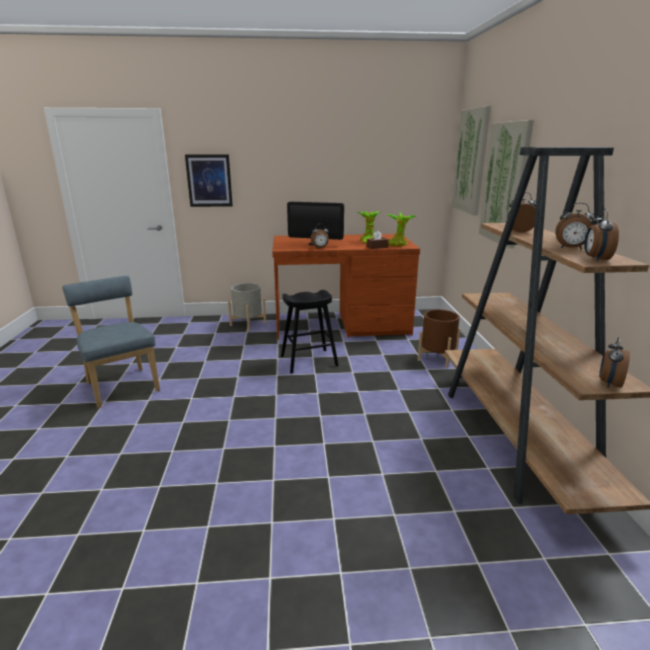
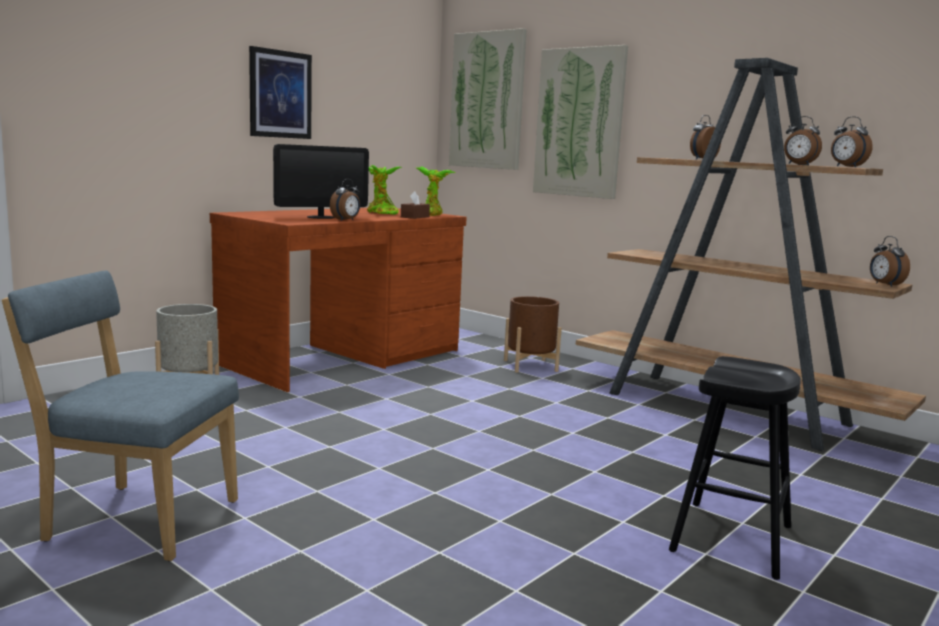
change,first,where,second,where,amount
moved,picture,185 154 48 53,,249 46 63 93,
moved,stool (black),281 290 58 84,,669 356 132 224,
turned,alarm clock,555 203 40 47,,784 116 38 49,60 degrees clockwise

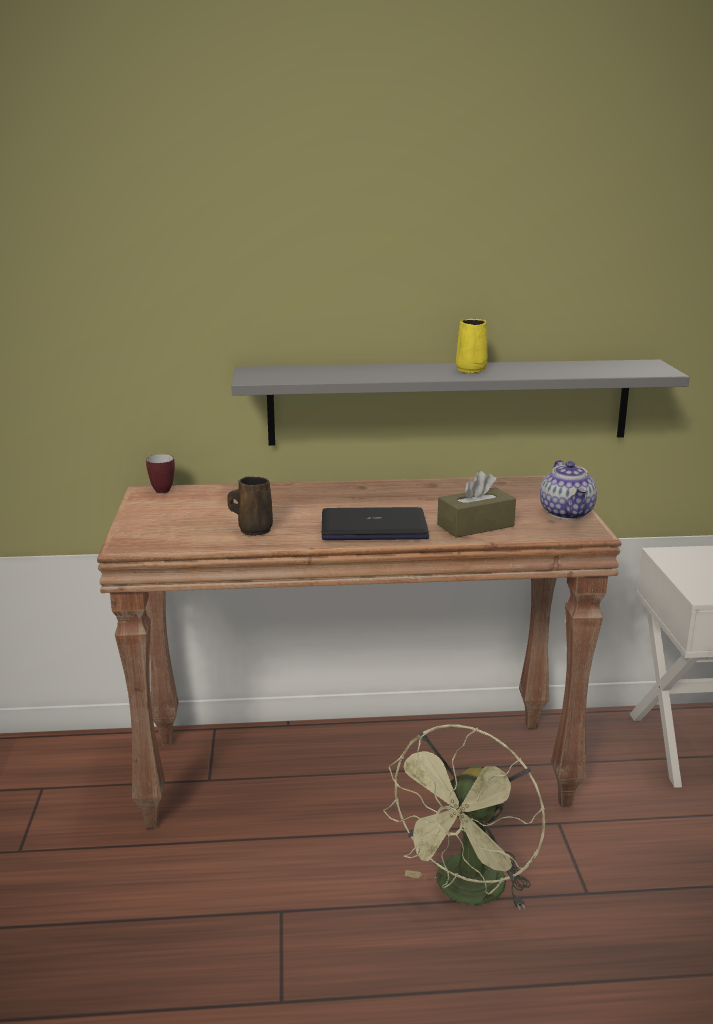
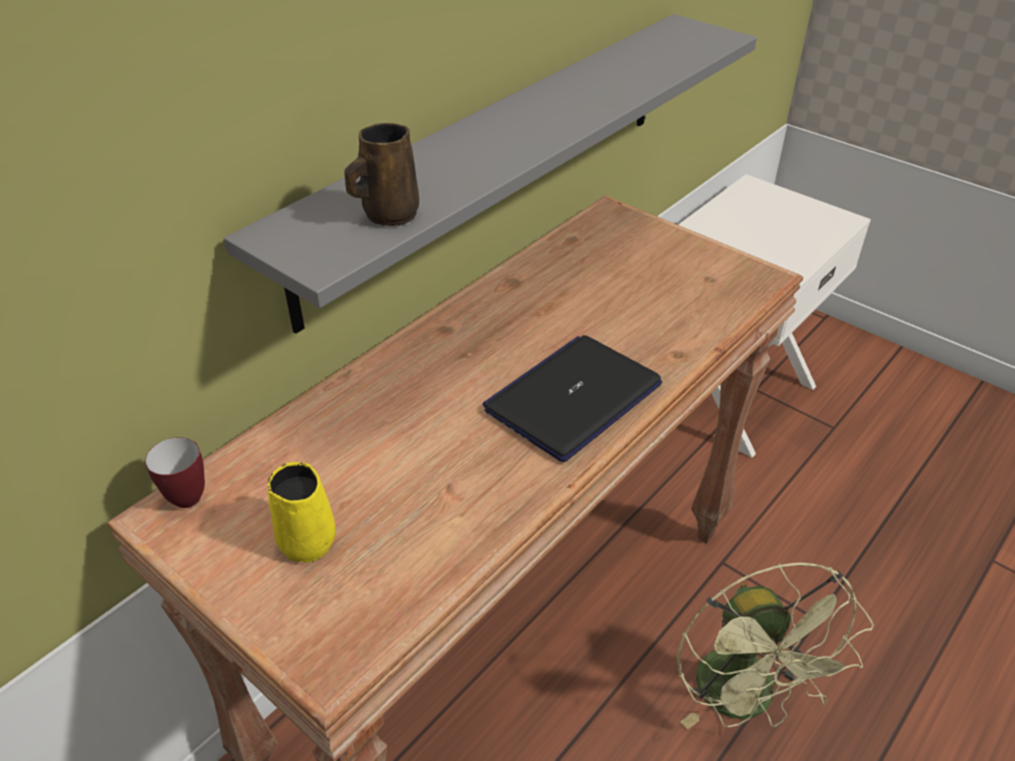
change,first,where,second,where,amount
moved,mug (yellow),456 319 32 54,,267 462 69 101,
moved,mug (brown),227 477 46 59,,344 123 75 103,
removed,tissue box (brown),437 471 79 67,,,
removed,teapot,540 460 57 60,,,

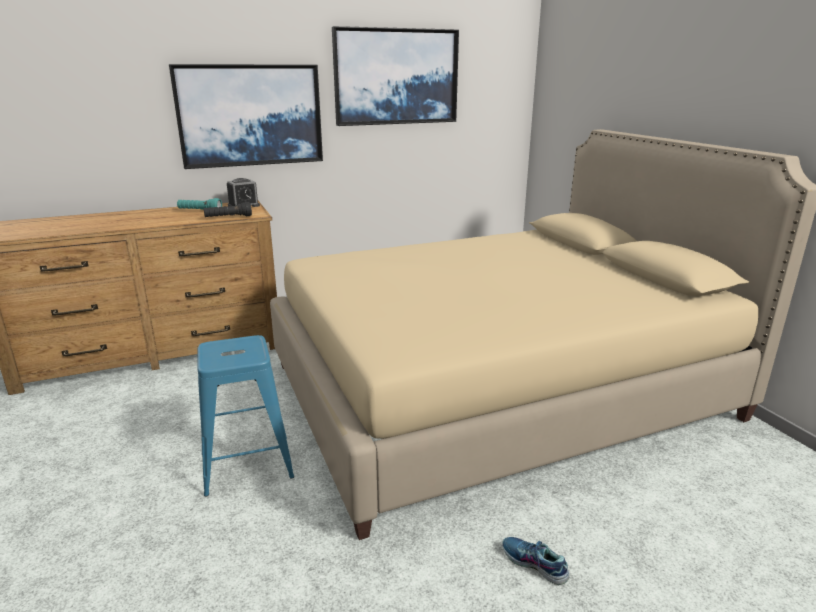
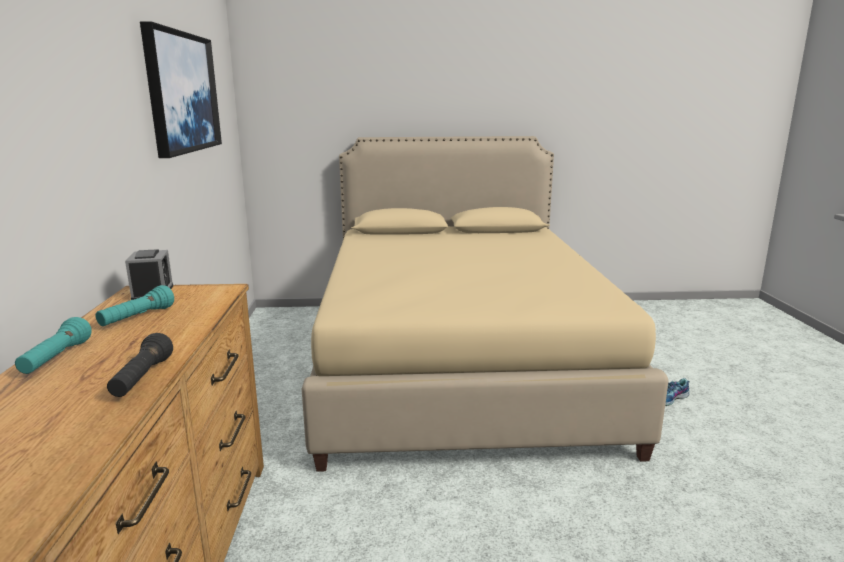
change,first,where,second,where,amount
added,,,flashlight (turquoise),15 317 77 57,
moved,flashlight (black),204 202 48 15,,107 333 66 64,
removed,picture,169 64 154 105,,,
removed,stool (blue),197 335 97 162,,,

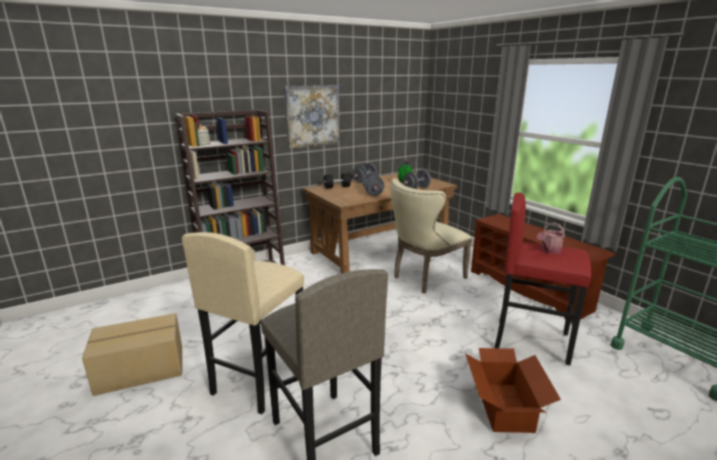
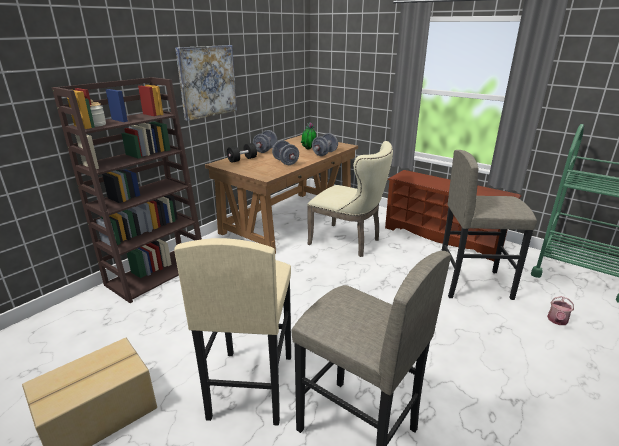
change,first,where,second,where,amount
turned,chair (beige),390 178 82 115,,307 141 86 116,90 degrees counterclockwise
recoloured,stool (red),494 192 97 173,stool (grey),441 150 96 150,
moved,watering can,537 222 28 32,,547 296 27 29,
removed,cardboard box,465 348 96 85,,,

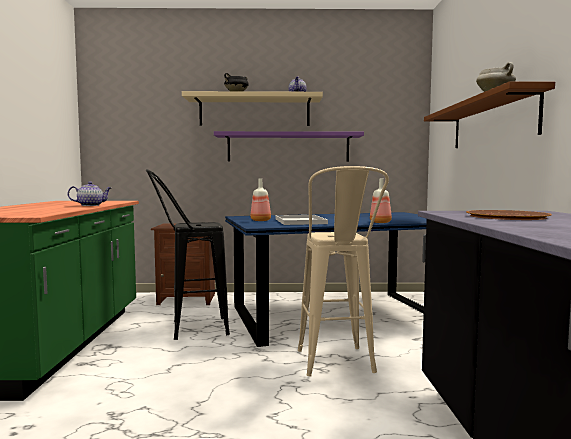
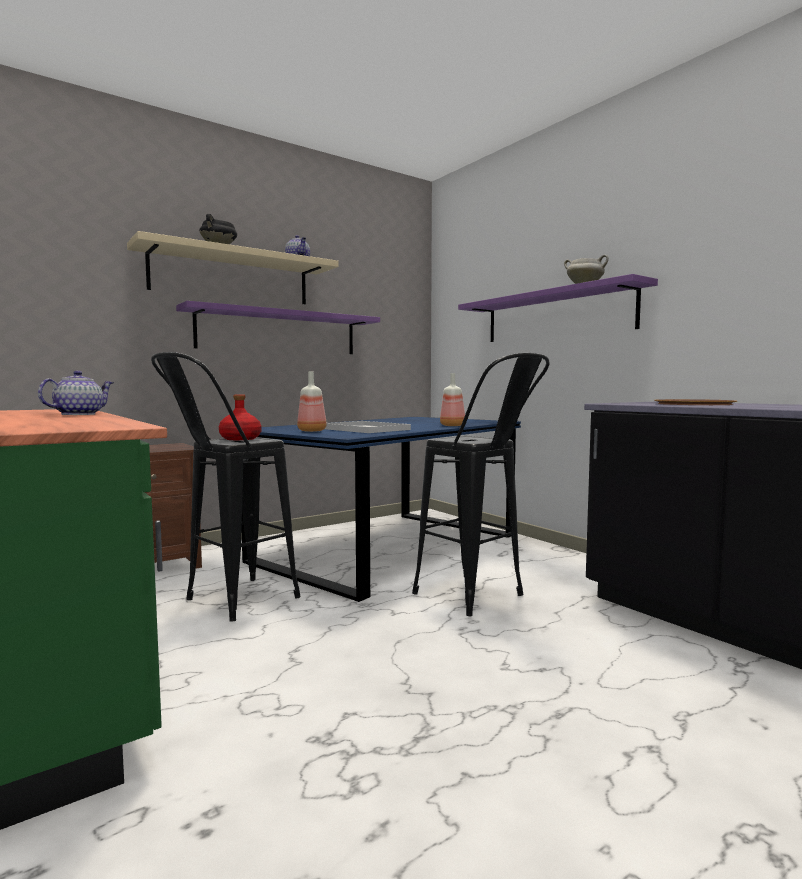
change,first,where,second,where,amount
added,,,bottle (red),219 395 42 45,
recoloured,stool (beige),298 166 91 210,stool (black),412 353 138 263,
recoloured,shelf (brown),424 81 131 67,shelf (purple),458 274 200 68,

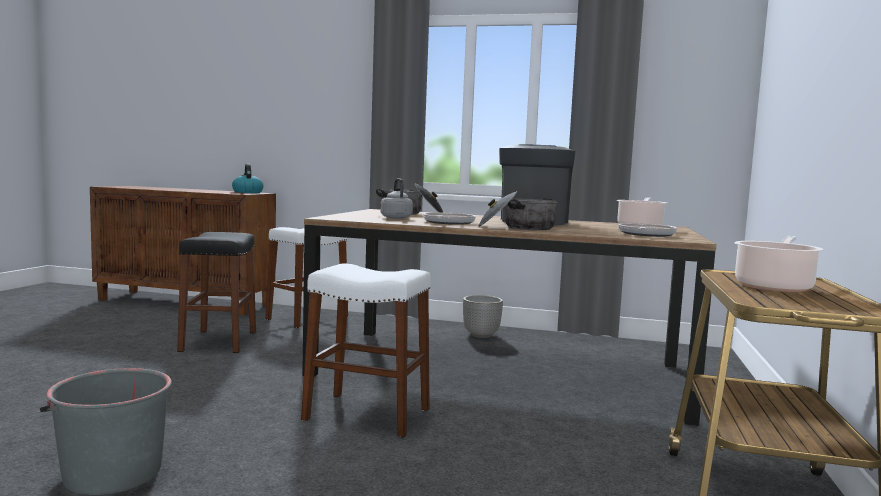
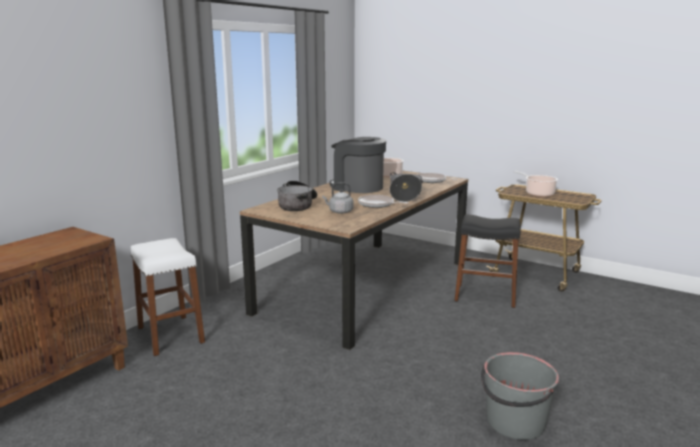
change,first,where,second,where,amount
moved,stool (black),177 232 79 121,,454 215 67 93,
removed,kettle,232 164 31 29,,,
removed,stool (white),301 264 130 173,,,
removed,planter,463 295 40 43,,,

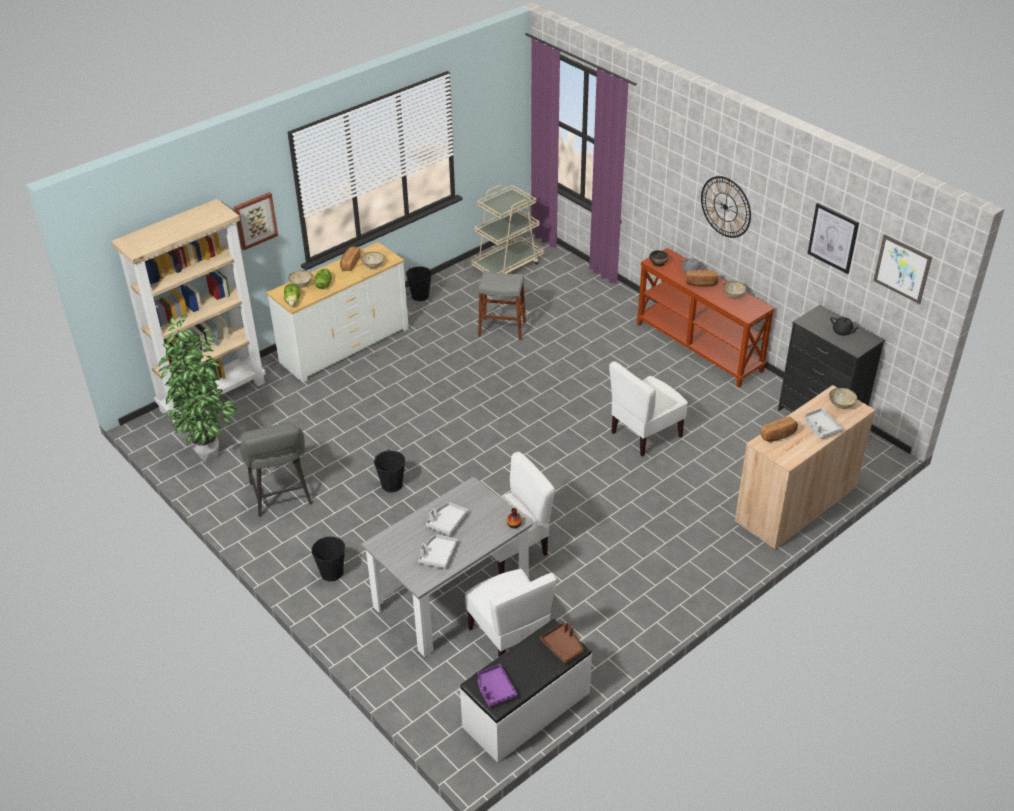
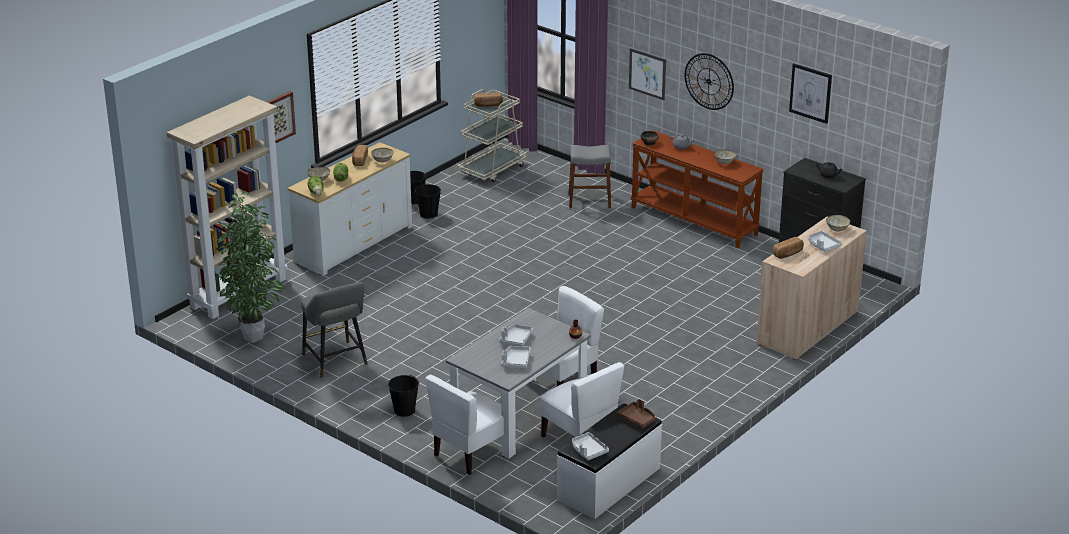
change,first,where,second,where,amount
moved,bucket (black),374 449 31 43,,415 183 26 36,
moved,chair (white),609 361 79 95,,425 375 79 100,
moved,bread,686 271 32 15,,474 93 29 14,
moved,stool (grey),478 271 48 69,,569 145 42 63,
recoloured,tray (purple),478 664 39 43,tray (grey),572 432 37 28,
moved,picture,873 234 59 70,,629 48 37 52,

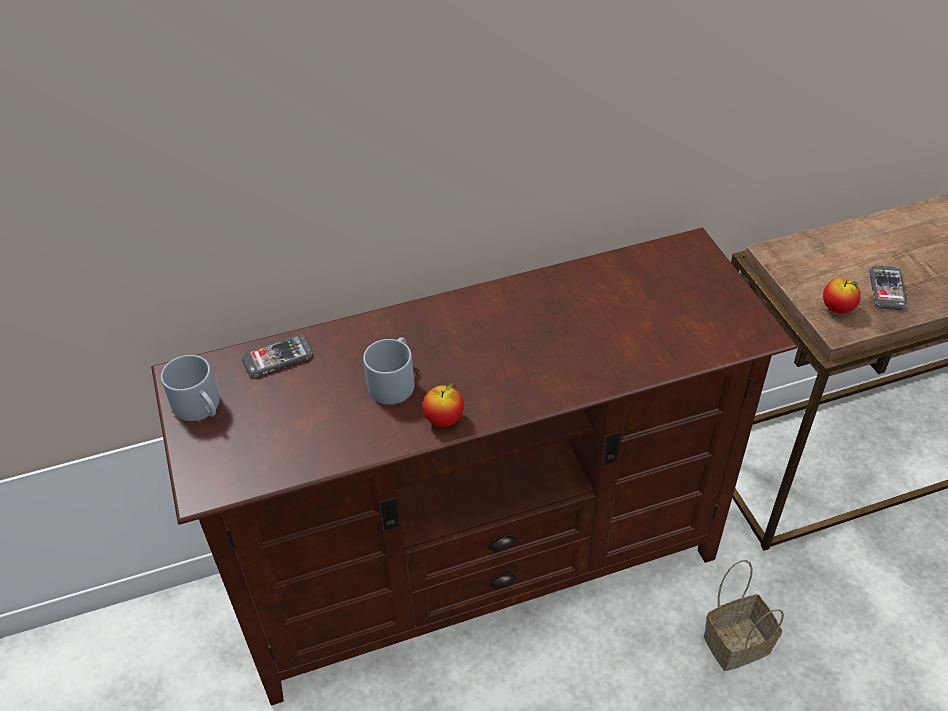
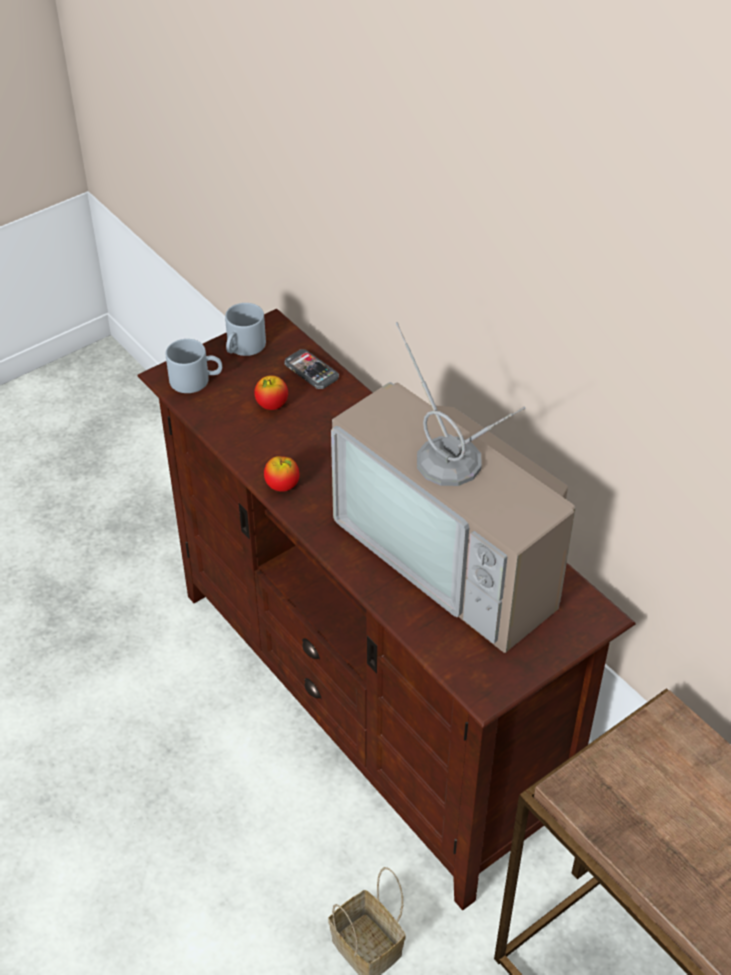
change,first,where,second,where,amount
moved,mug (grey),363 337 51 68,,166 339 56 54,
moved,apple,823 278 38 35,,254 375 34 35,
added,,,television,331 322 244 331,
removed,phone,869 265 39 45,,,

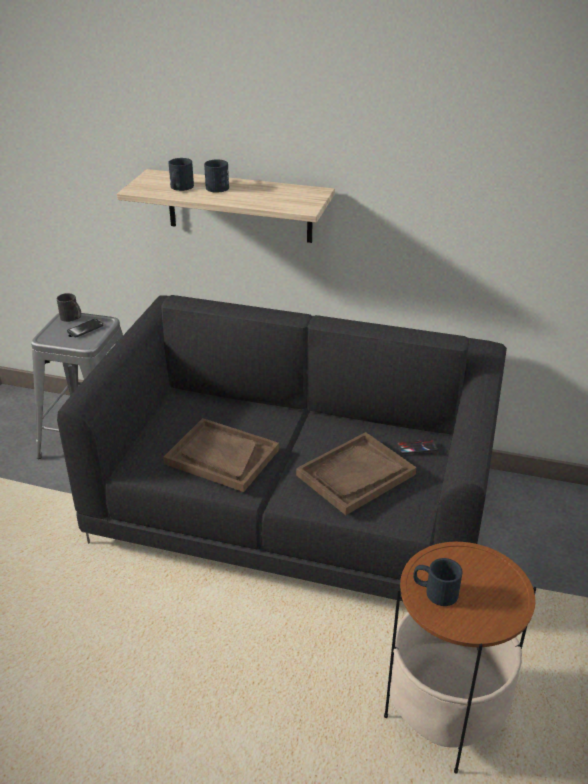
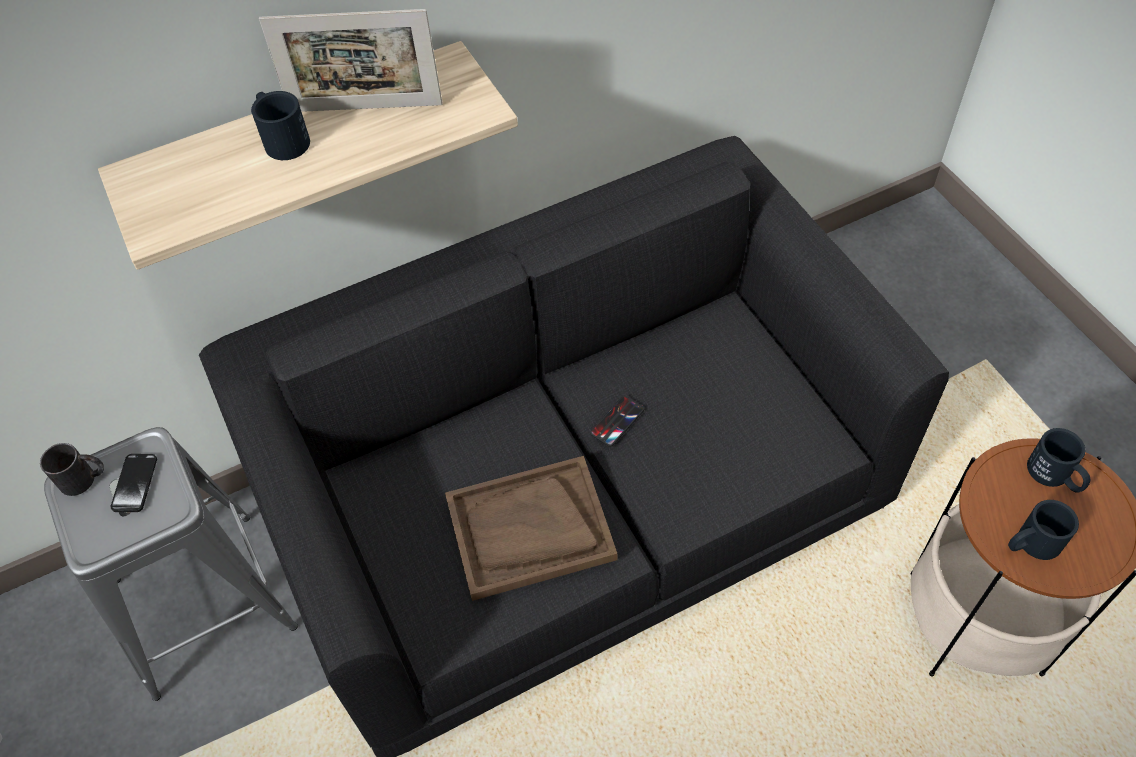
change,first,where,second,where,amount
added,,,picture frame,259 9 184 103,
moved,phone,397 439 41 15,,590 395 55 52,
moved,mug (black),168 158 26 33,,1027 428 63 65,
removed,tray (brown),296 432 121 83,,,

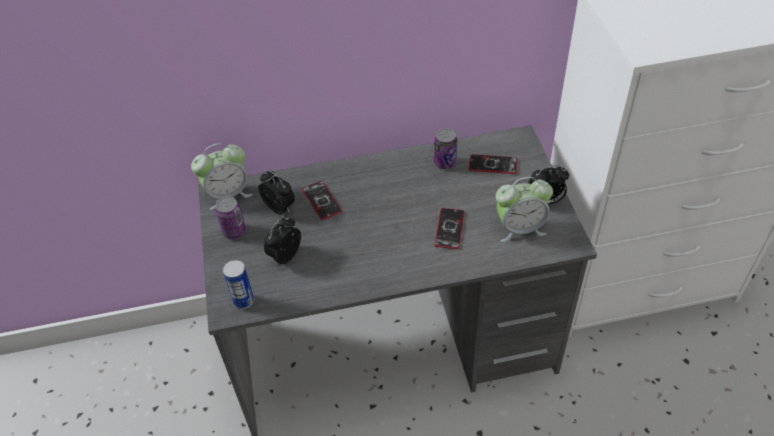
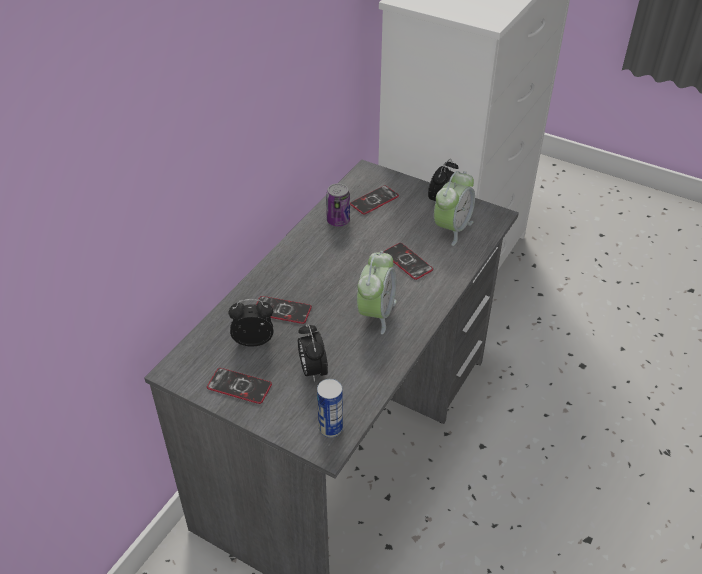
change,first,where,second,where,amount
replaced,can,215 196 31 43,phone,207 368 65 36,
moved,alarm clock,191 143 62 67,,357 251 40 83,

